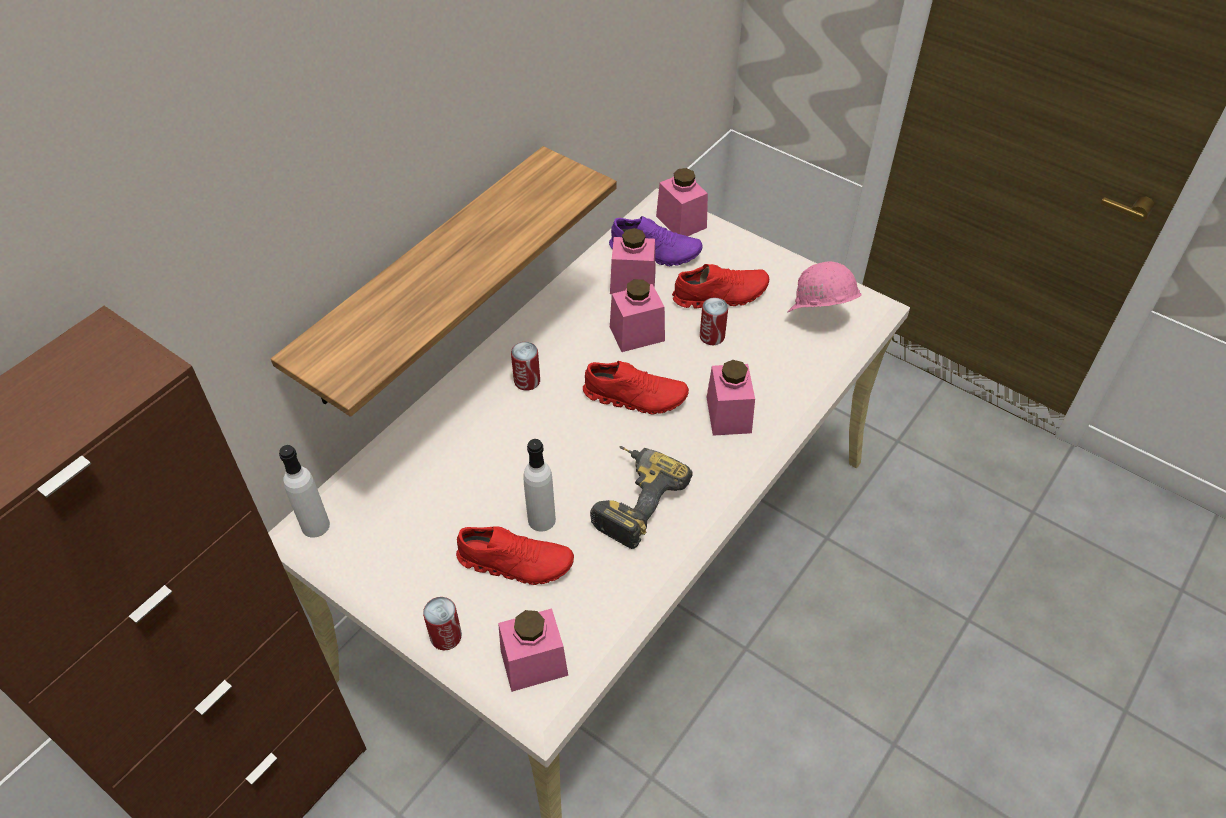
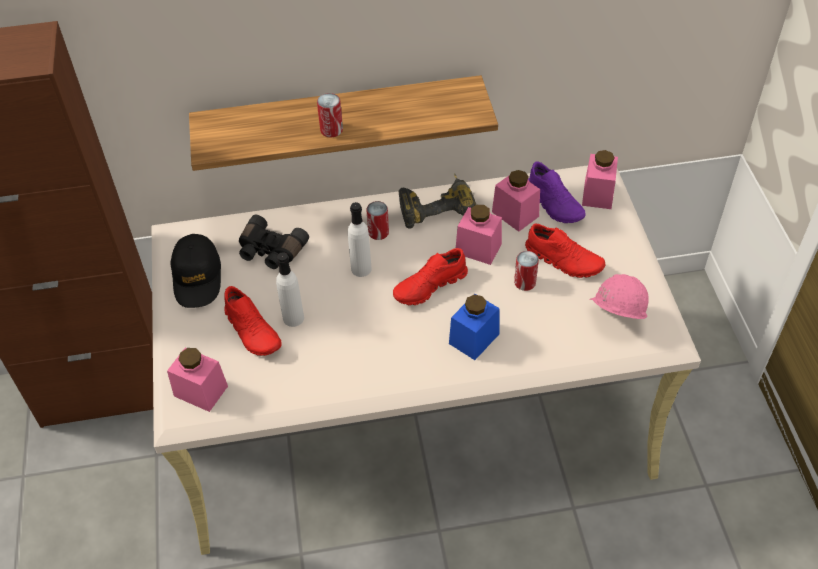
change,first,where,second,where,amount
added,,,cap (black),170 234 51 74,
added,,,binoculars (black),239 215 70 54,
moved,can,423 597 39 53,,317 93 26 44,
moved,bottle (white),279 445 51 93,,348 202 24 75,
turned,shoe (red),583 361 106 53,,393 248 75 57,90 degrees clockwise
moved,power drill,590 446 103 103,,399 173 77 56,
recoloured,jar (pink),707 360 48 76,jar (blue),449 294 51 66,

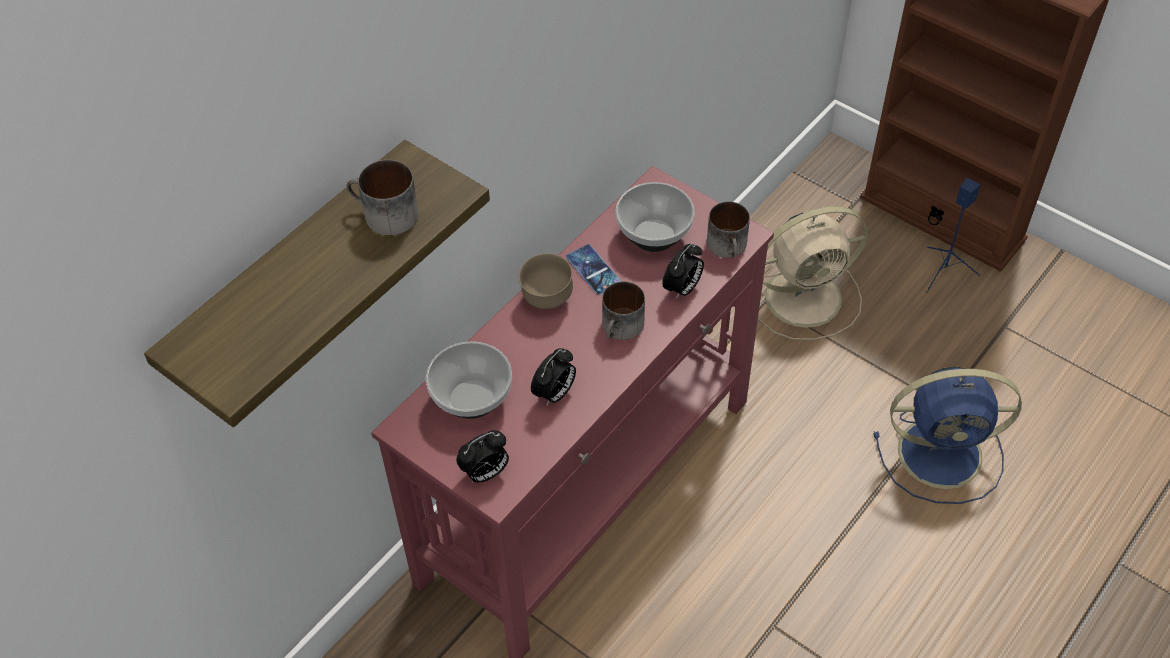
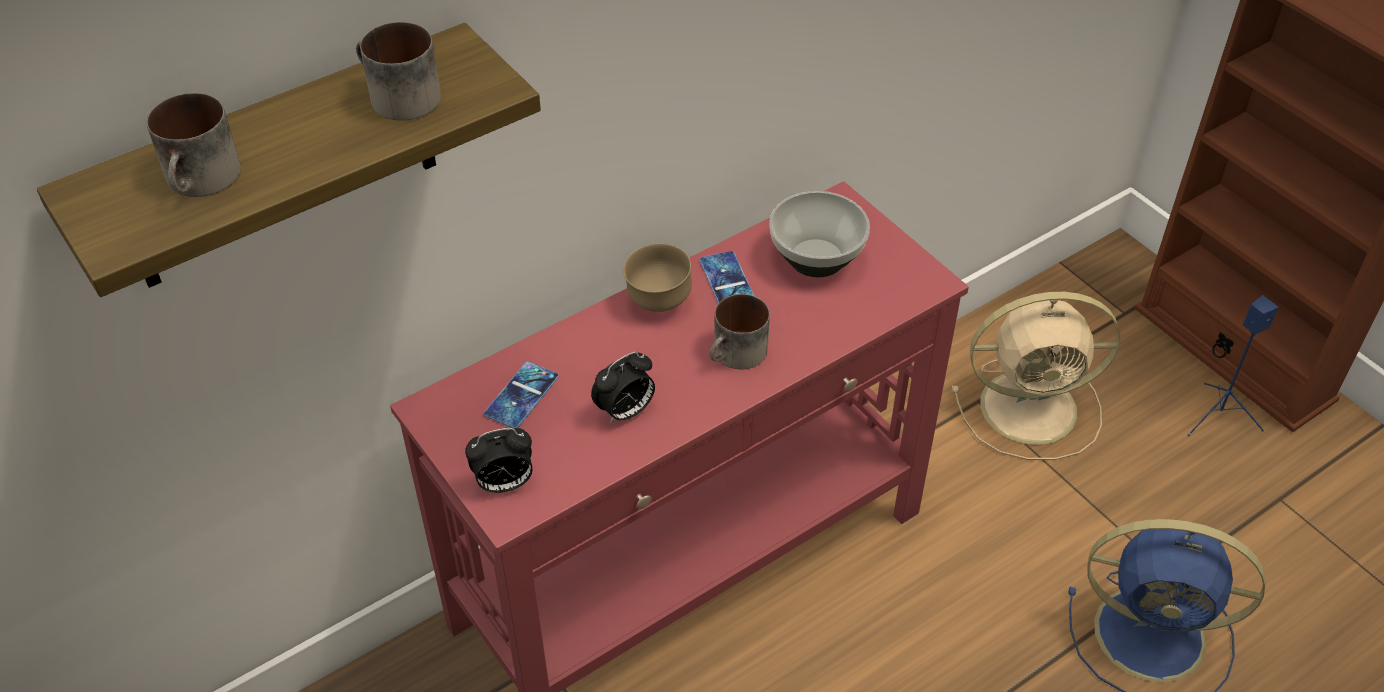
change,first,where,second,where,amount
moved,mug,707 201 43 57,,147 93 94 104,
replaced,bowl,426 341 86 78,phone,484 362 75 66,
removed,alarm clock,662 244 42 56,,,

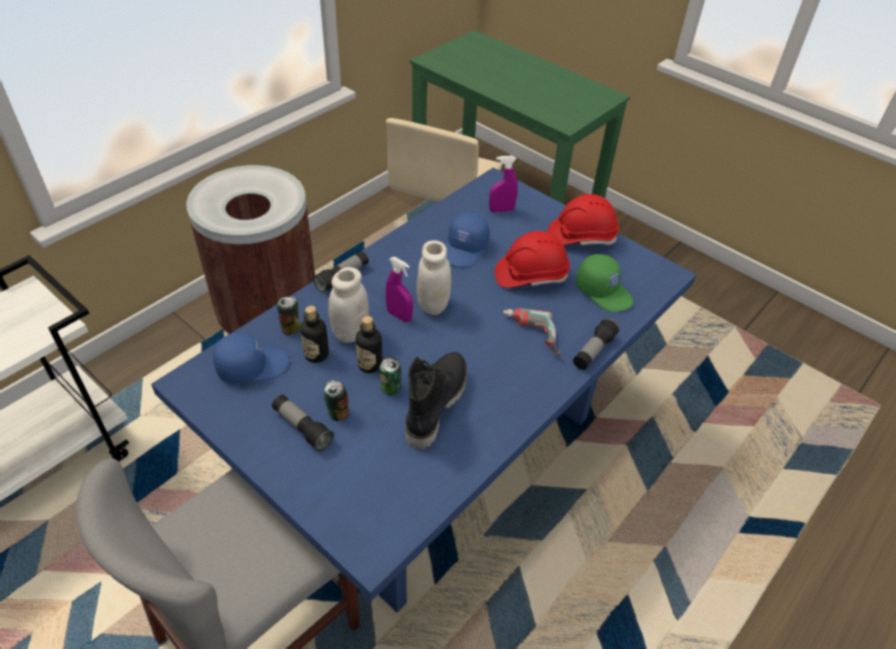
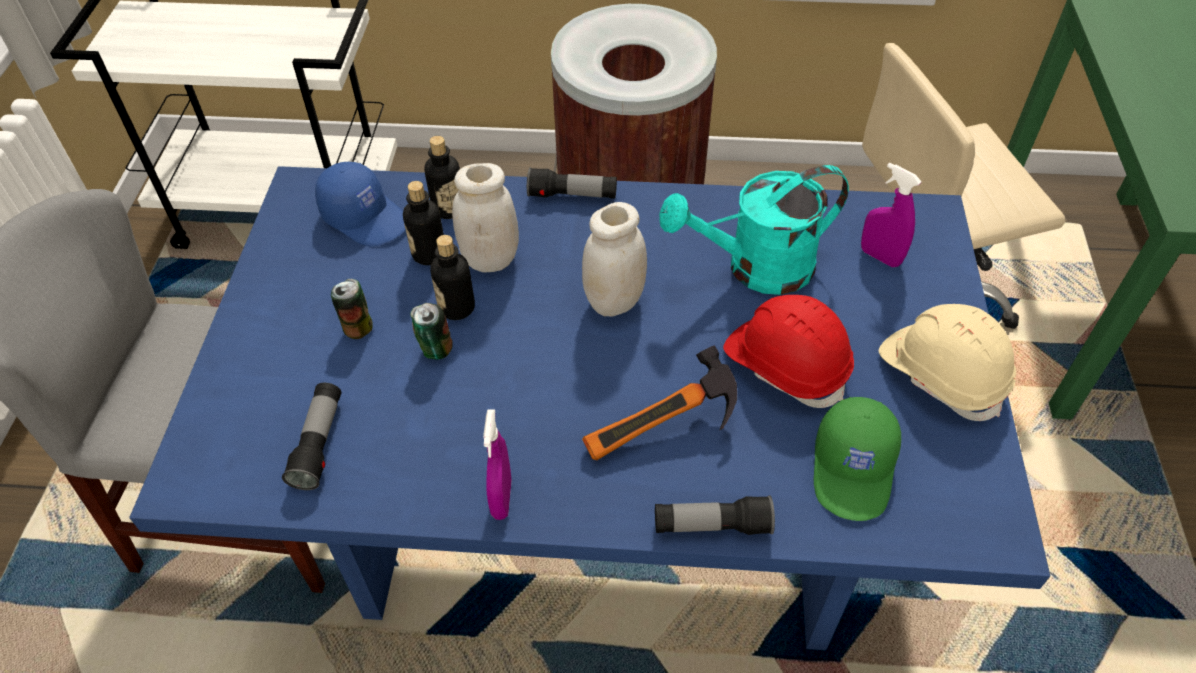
change,first,where,second,where,amount
moved,flashlight,272 395 62 56,,282 383 59 107,
replaced,can,277 297 23 38,bottle,424 136 36 83,
moved,spray bottle (purple),386 257 27 65,,483 410 29 110,
replaced,power drill,503 308 59 51,hammer,582 345 155 116,
replaced,cap (blue),445 212 44 55,watering can (turquoise),659 165 190 130,
recoloured,hard hat (red),547 194 72 51,hard hat (beige),879 304 137 117,
removed,boot (black),406 352 61 98,,,

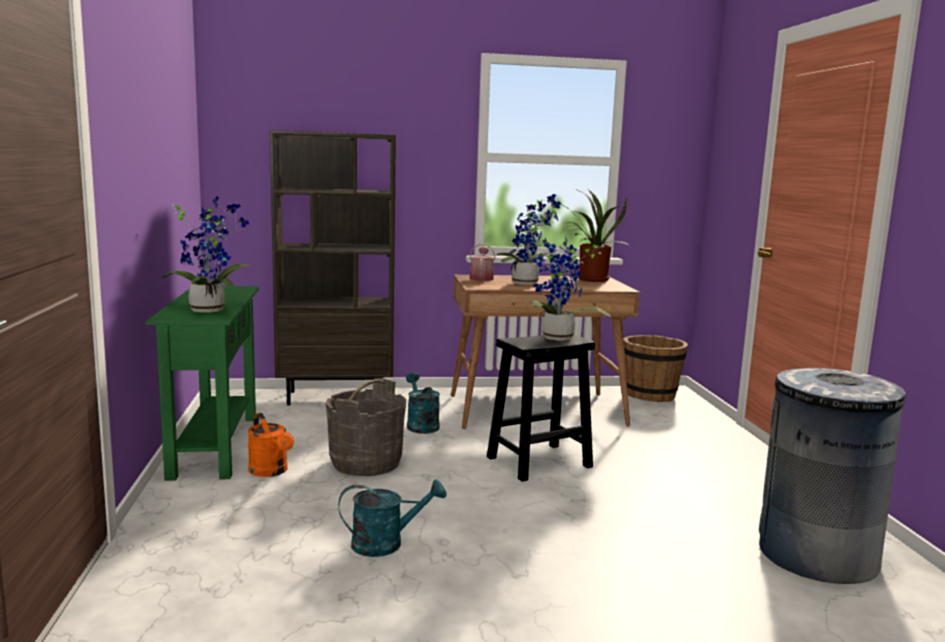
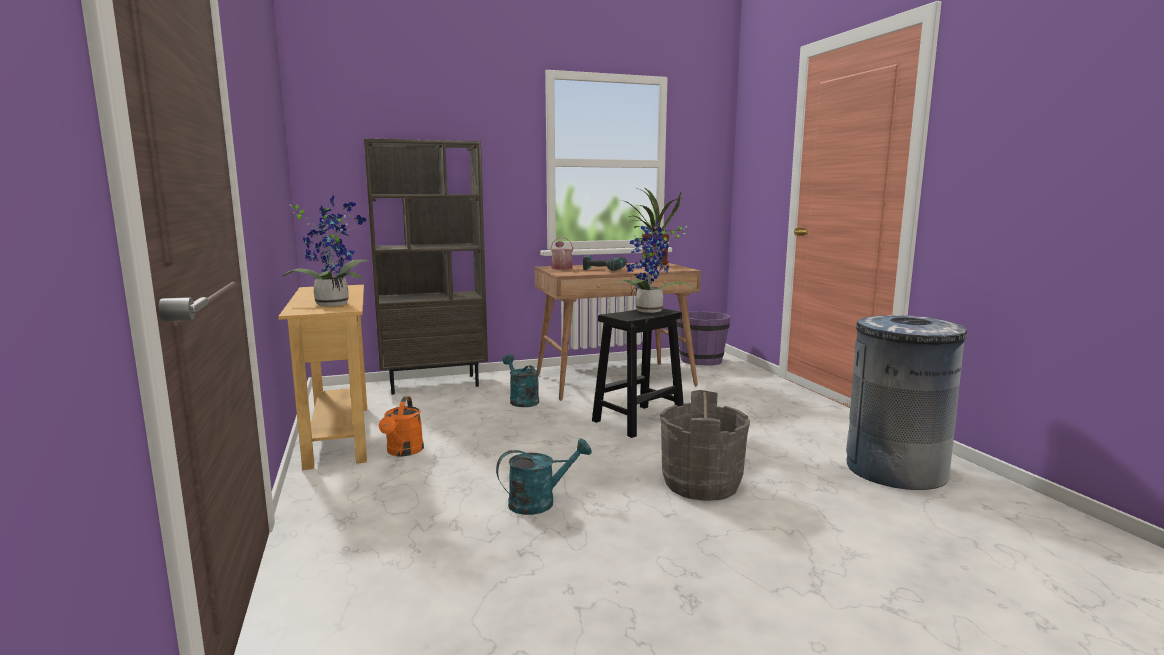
change,first,where,second,where,amount
recoloured,console table (green),146 286 113 195,console table (beige),278 285 89 185,
turned,watering can (orange),247 413 47 64,,379 396 45 60,45 degrees clockwise
replaced,potted plant,497 194 66 91,power drill,583 255 44 16,
moved,bucket (grey),326 378 80 98,,660 390 90 111,
recoloured,bucket (brown),624 335 64 67,bucket (purple),677 311 54 55,

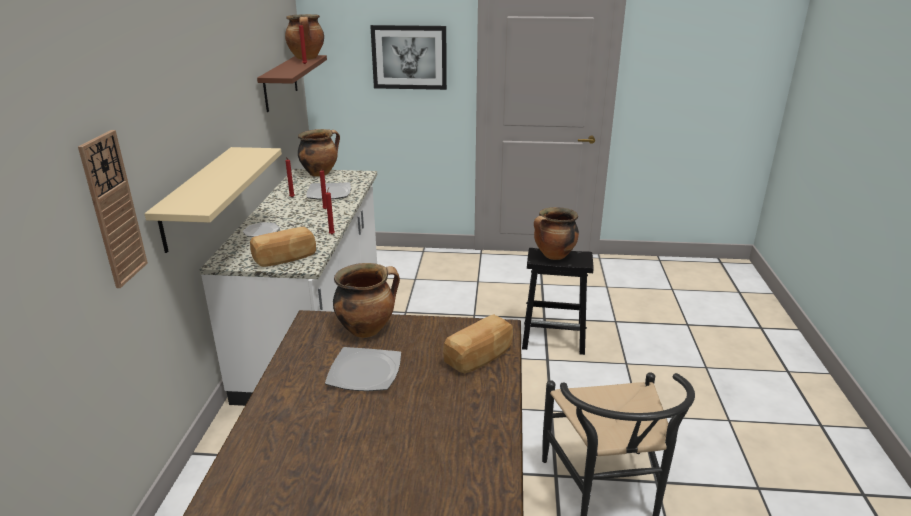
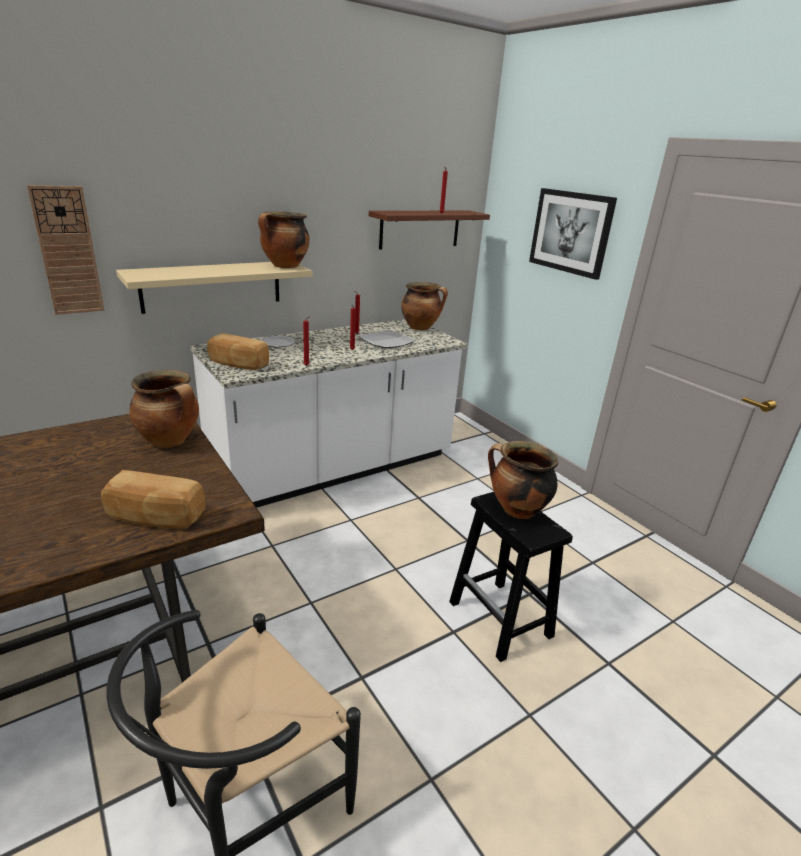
change,first,where,second,where,amount
moved,cooking pot,285 14 39 46,,258 211 51 57,
removed,plate,325 347 76 44,,,

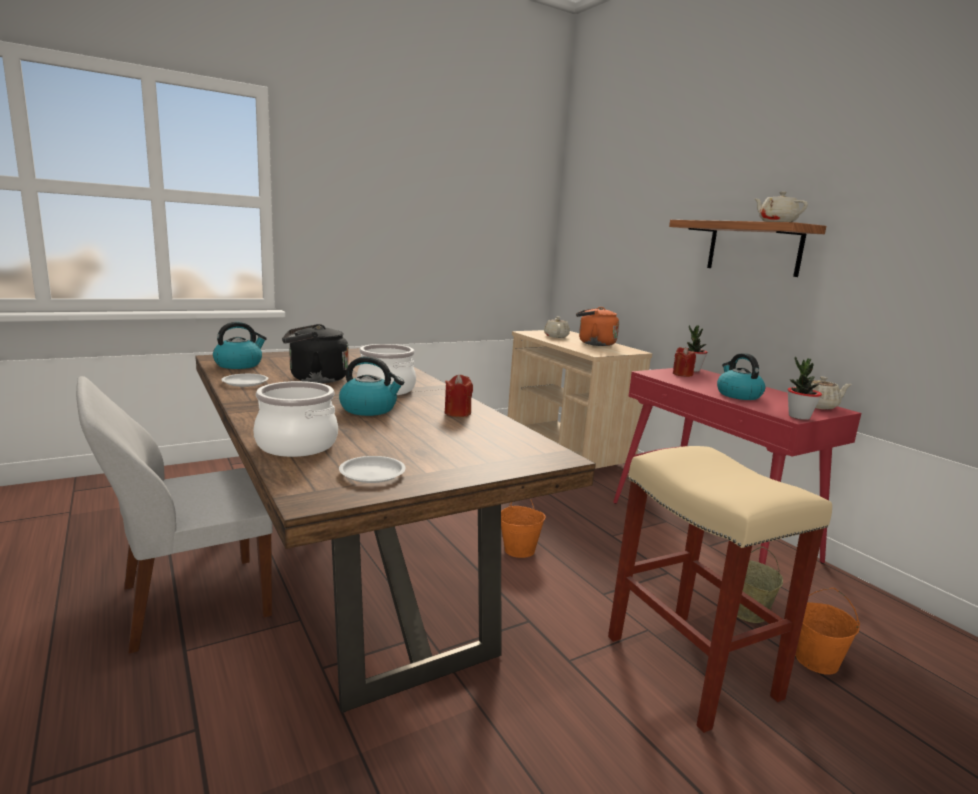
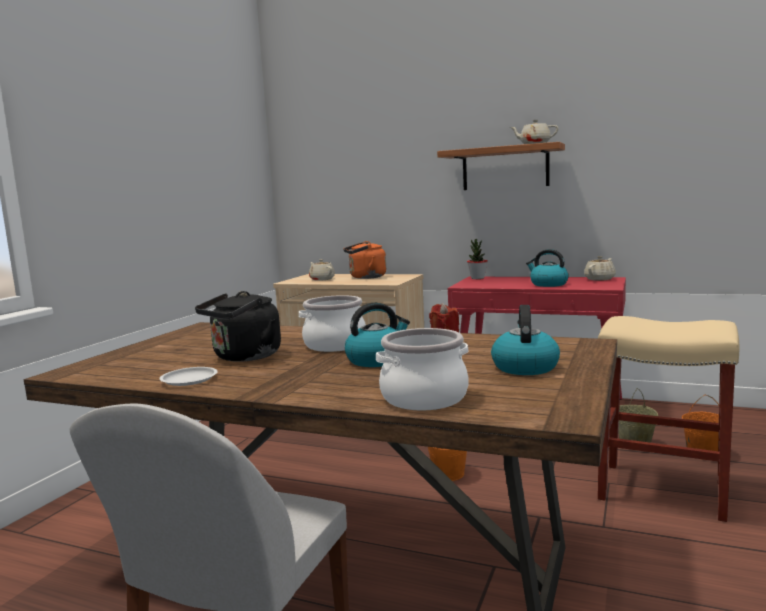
change,first,where,second,where,amount
moved,kettle,213 322 54 47,,491 305 69 70,
removed,plate (white),339 456 66 27,,,
removed,candle (red),673 347 23 30,,,
removed,potted plant,787 357 35 63,,,

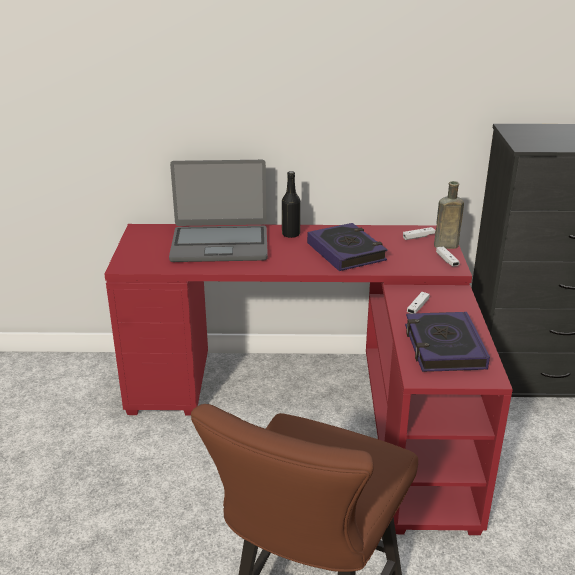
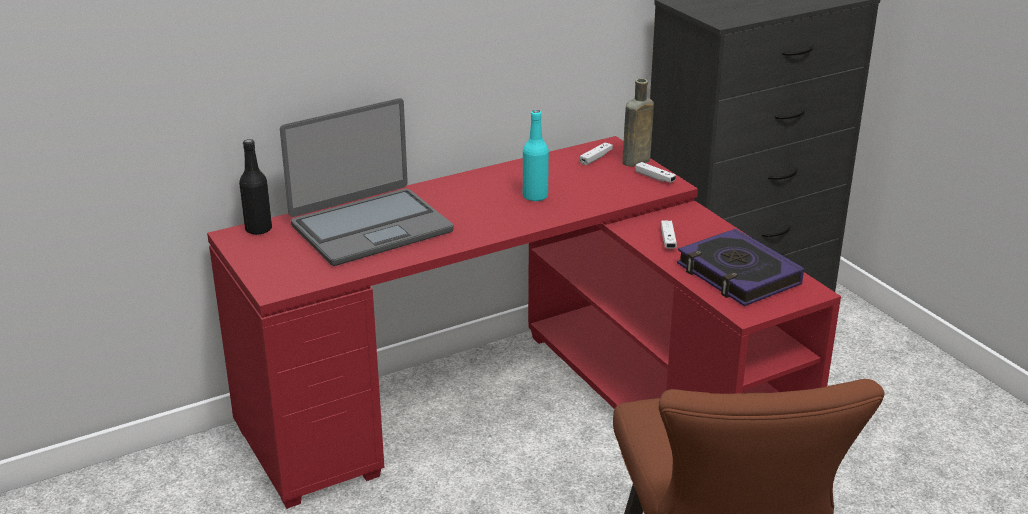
change,first,where,second,where,amount
moved,bottle (black),282 171 18 67,,239 139 33 96,
replaced,book,307 223 81 48,bottle (turquoise),523 110 26 91,

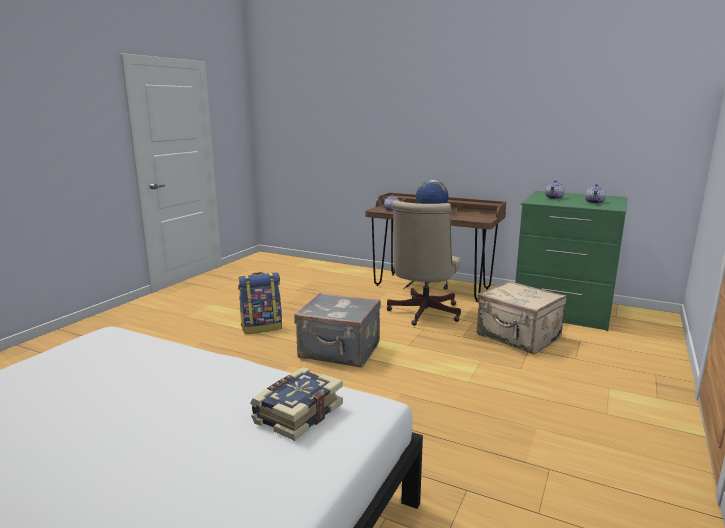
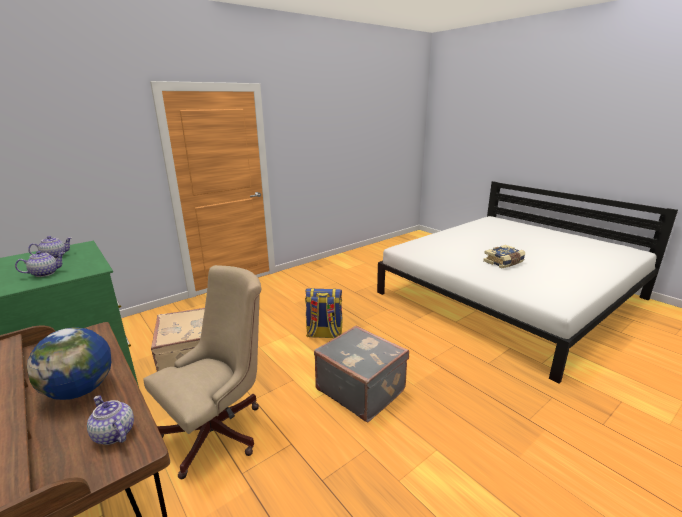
change,first,where,second,where,amount
moved,backpack,238 272 44 62,,305 288 37 50,
moved,book,250 367 93 74,,483 245 42 23,

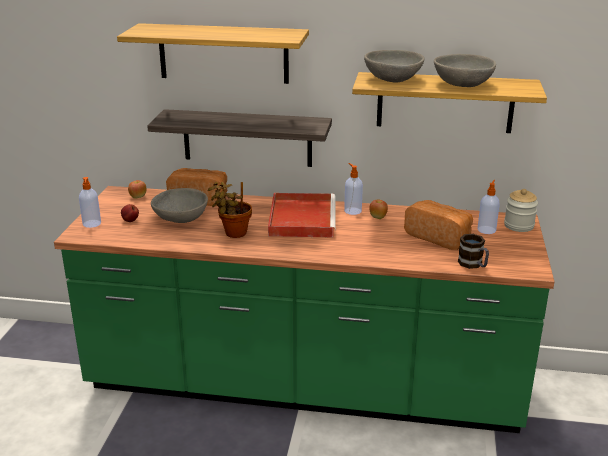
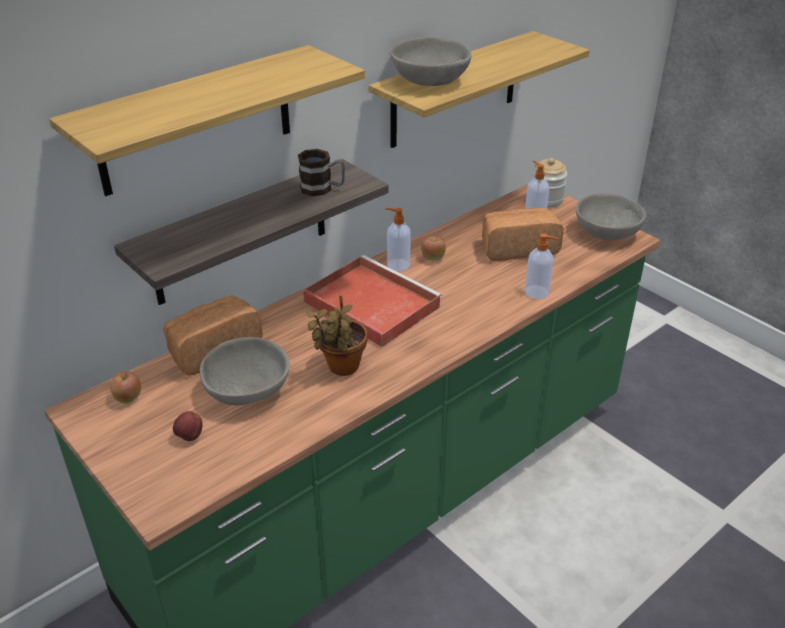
change,first,where,second,where,amount
moved,mug,458 234 31 35,,298 149 47 47,
moved,soap dispenser,79 177 22 51,,525 233 33 66,
moved,bowl (grey),434 54 62 33,,575 193 71 47,

